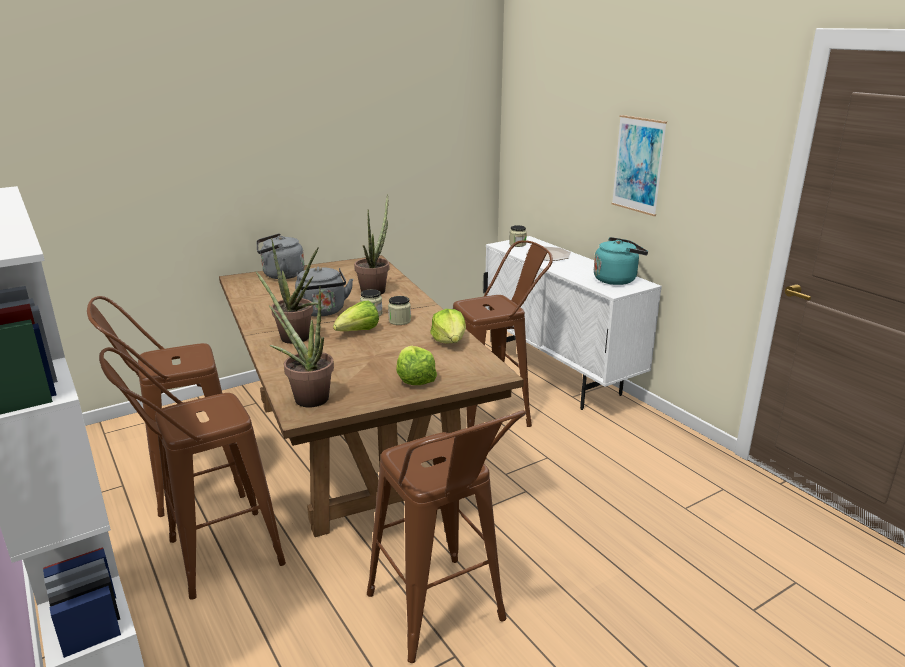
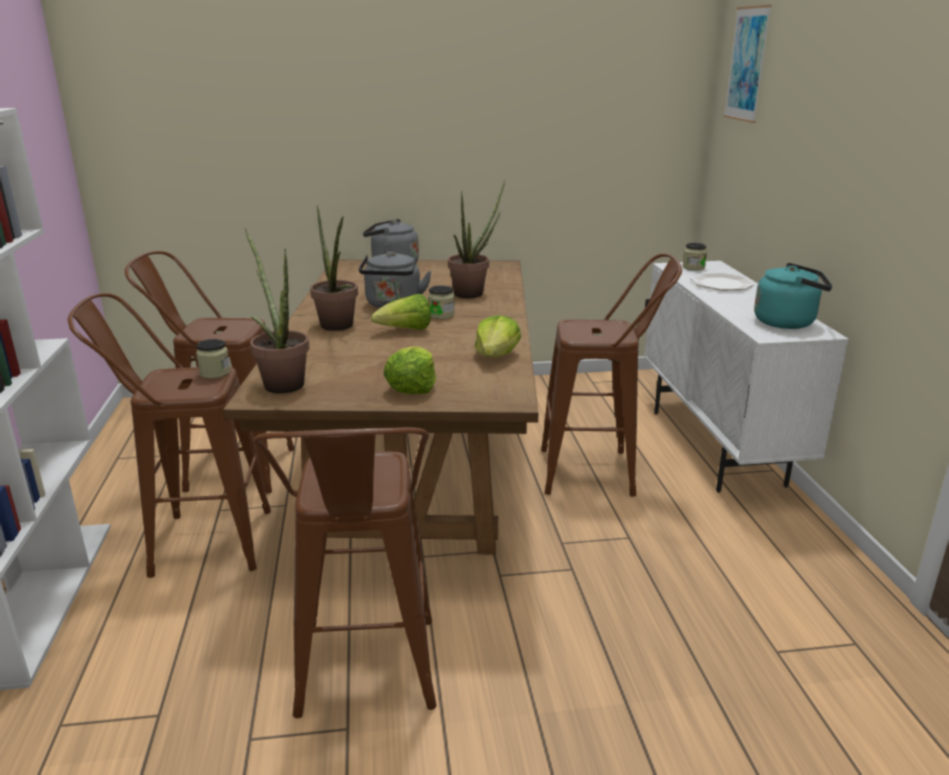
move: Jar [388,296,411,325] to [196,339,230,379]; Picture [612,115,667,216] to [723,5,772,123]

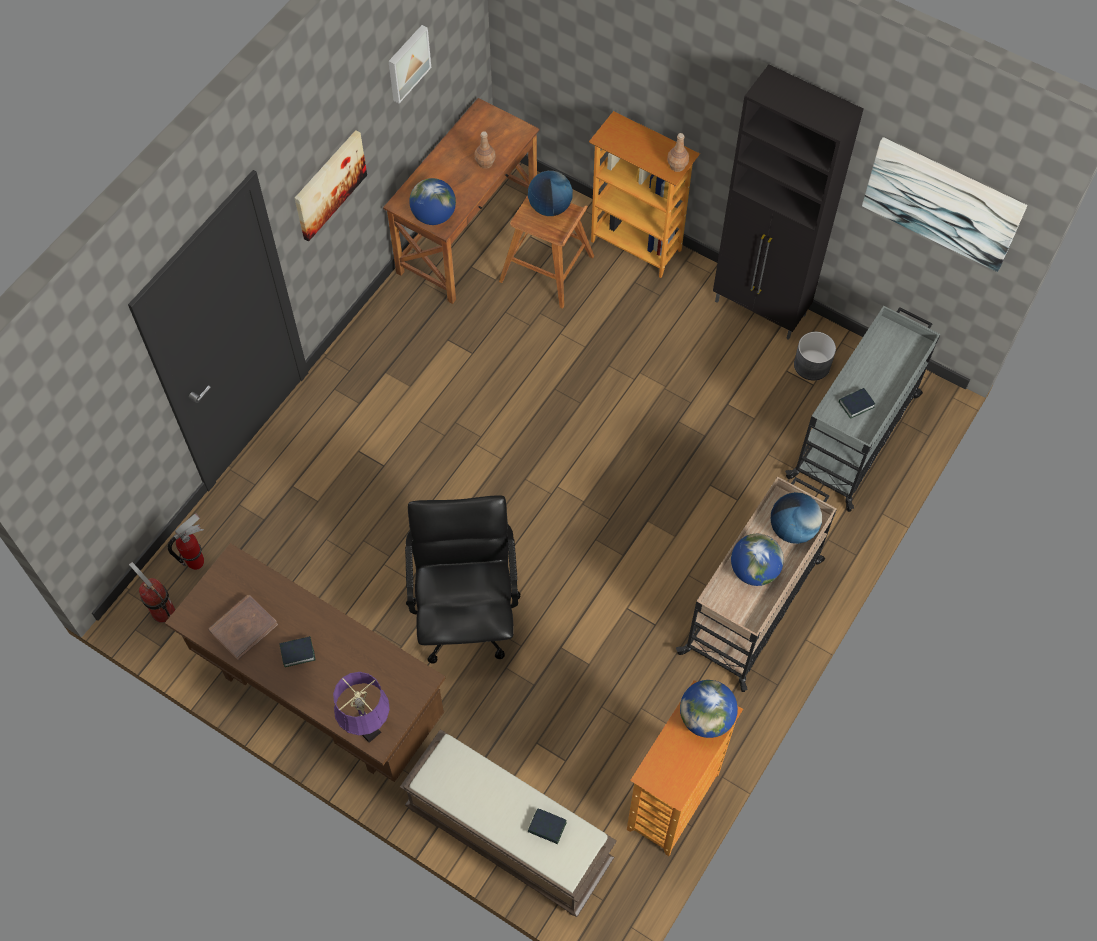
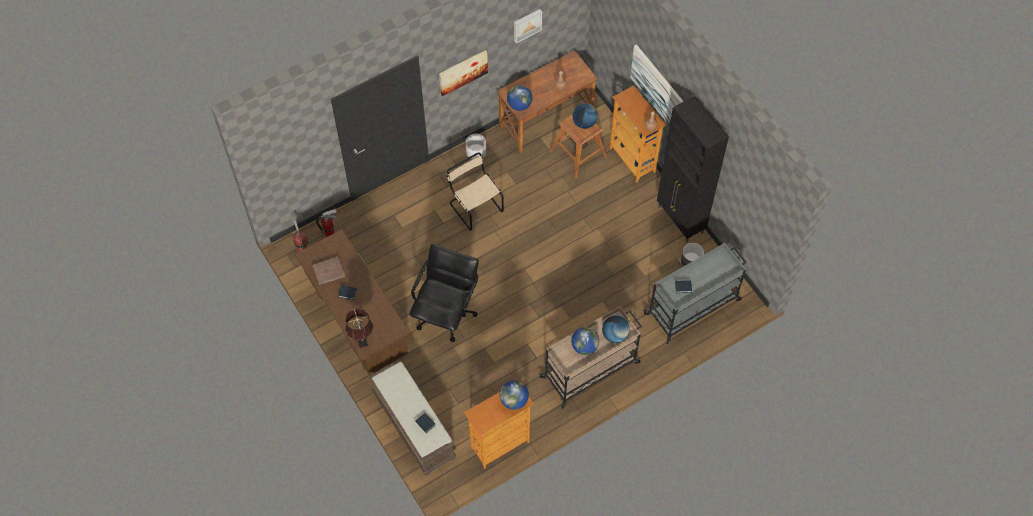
insert: BeigeChair [447,153,504,231]; WhitePlanter [465,133,486,160]
move: Picture [862,137,1027,272] to [630,44,684,126]
recolor: PurpleTableLamp [333,672,390,743] to BrownTableLamp [345,309,373,348]

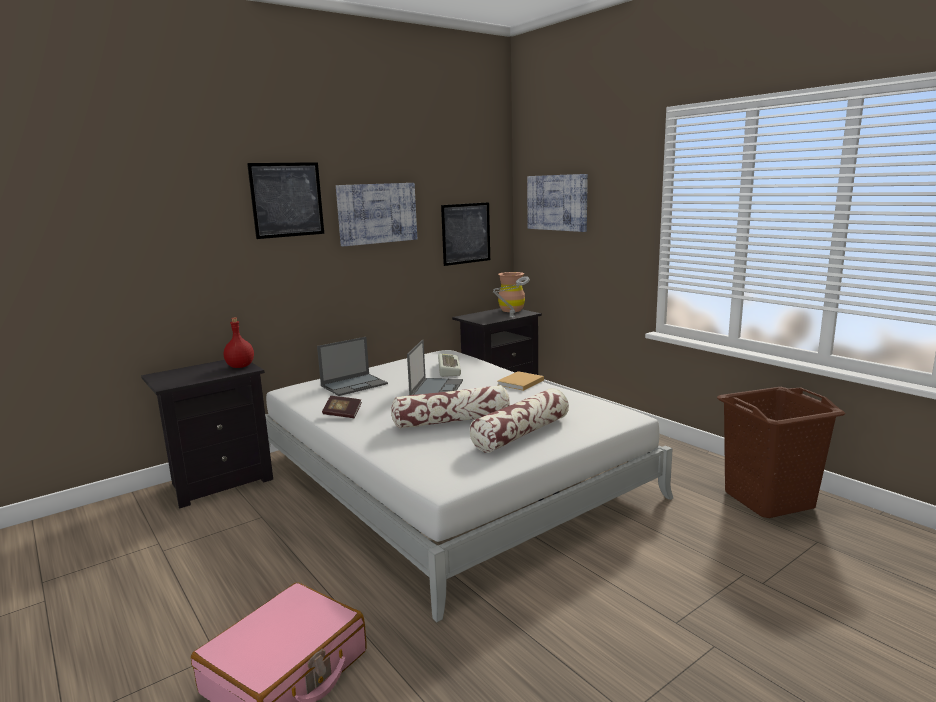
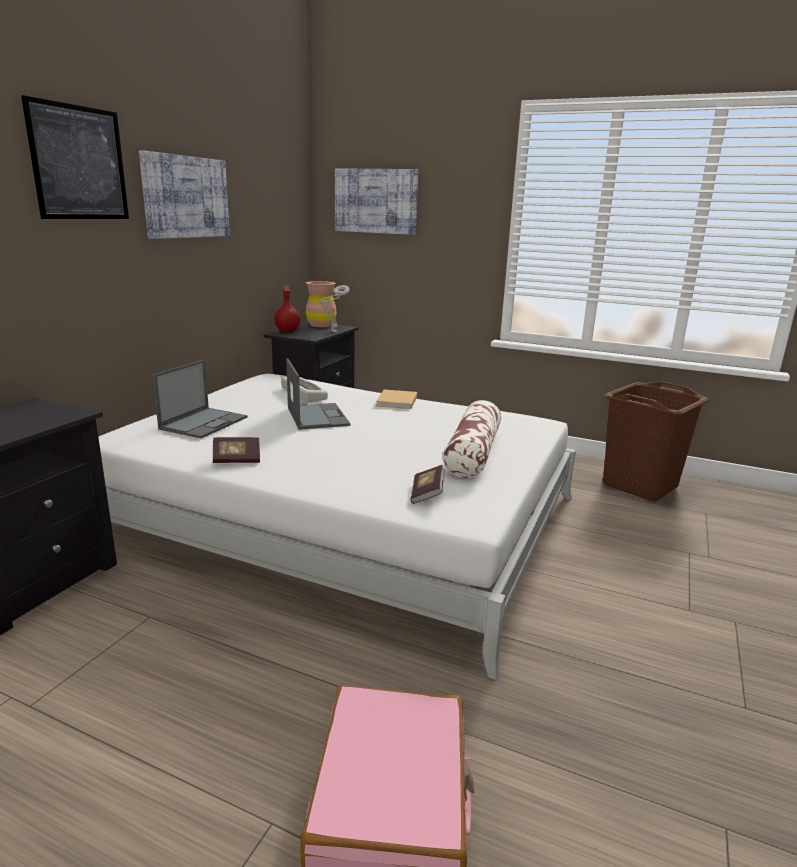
delete: Pillow [391,385,510,429]; Picture [441,202,490,266]
insert: Book [410,465,445,504]
move: RedBottle [224,317,254,368] to [274,286,300,332]

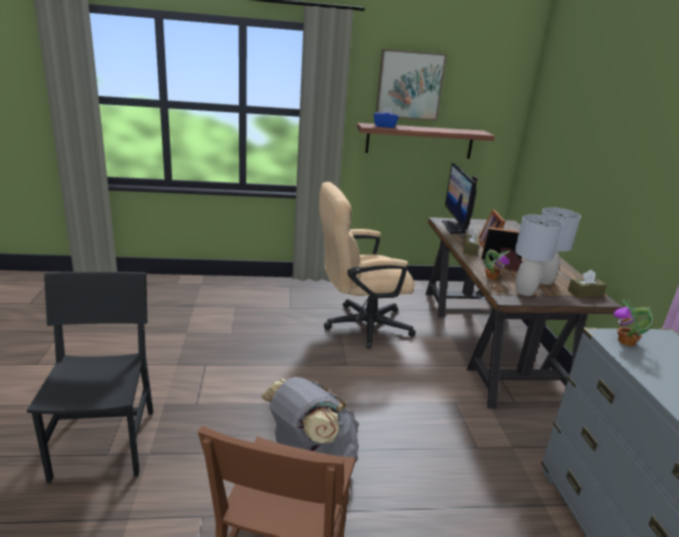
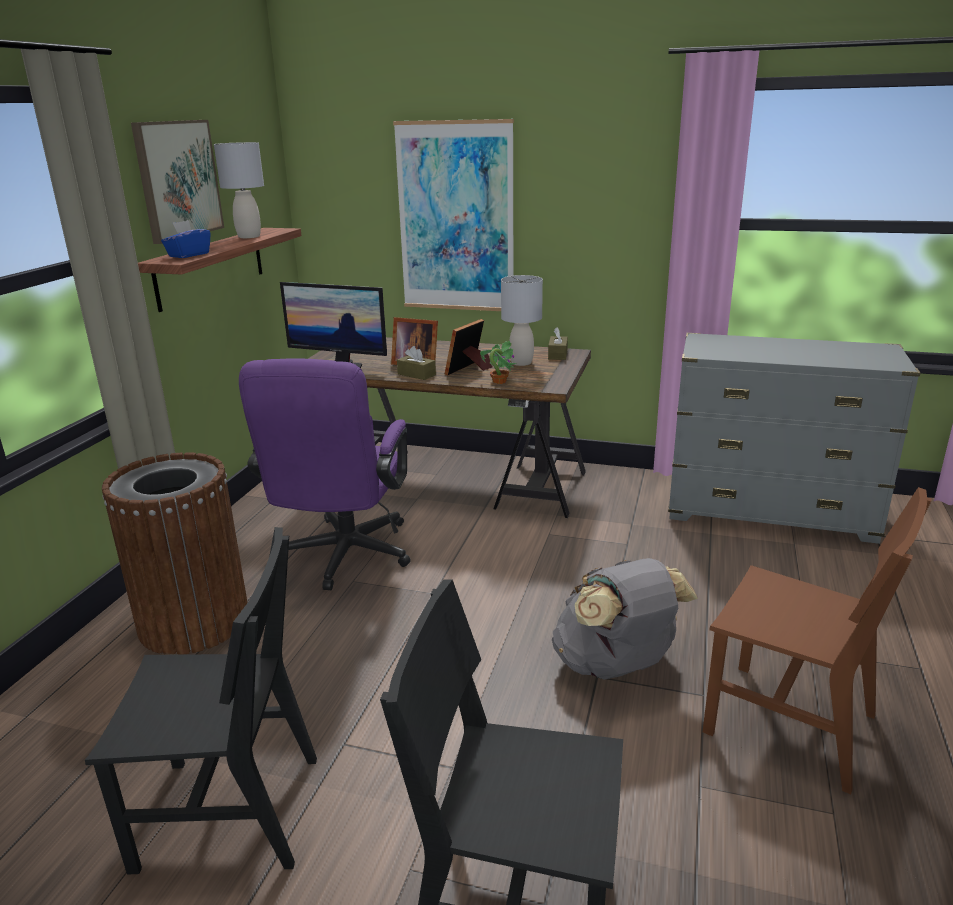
delete: PottedPlant [613,299,653,346]
insert: BlackChair [85,527,317,875]; BrownTrashCan [102,452,247,655]; Picture [393,119,514,311]
move: GreyTableLamp [515,215,563,296] to [214,142,264,238]
recolor: BeigeOfficeChair [319,182,416,349] to PurpleOfficeChair [239,358,411,590]

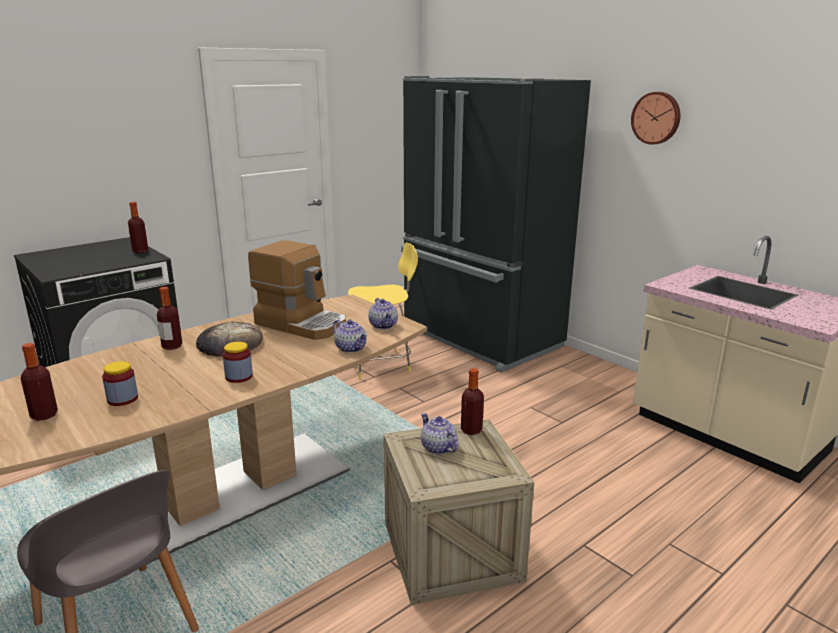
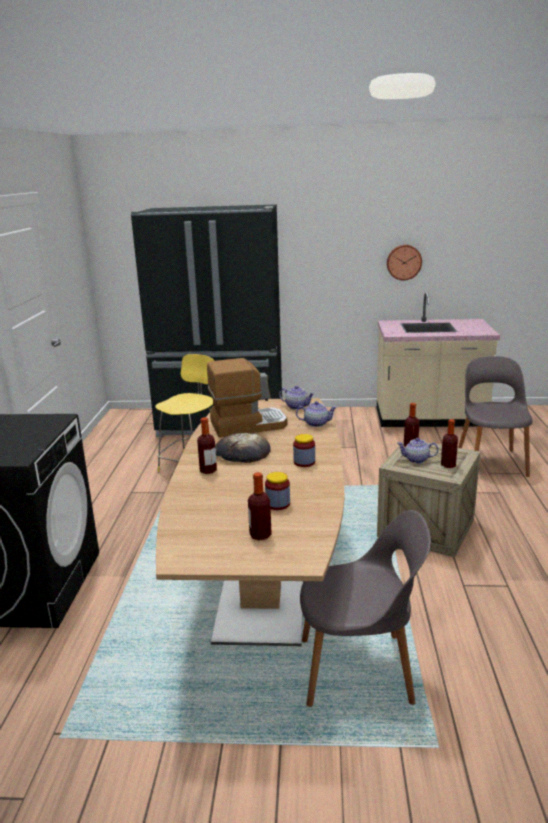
insert: GreyChair [458,356,533,477]
move: Bottle [128,202,148,253] to [441,419,458,468]; WallClock [631,92,680,145] to [387,245,422,280]

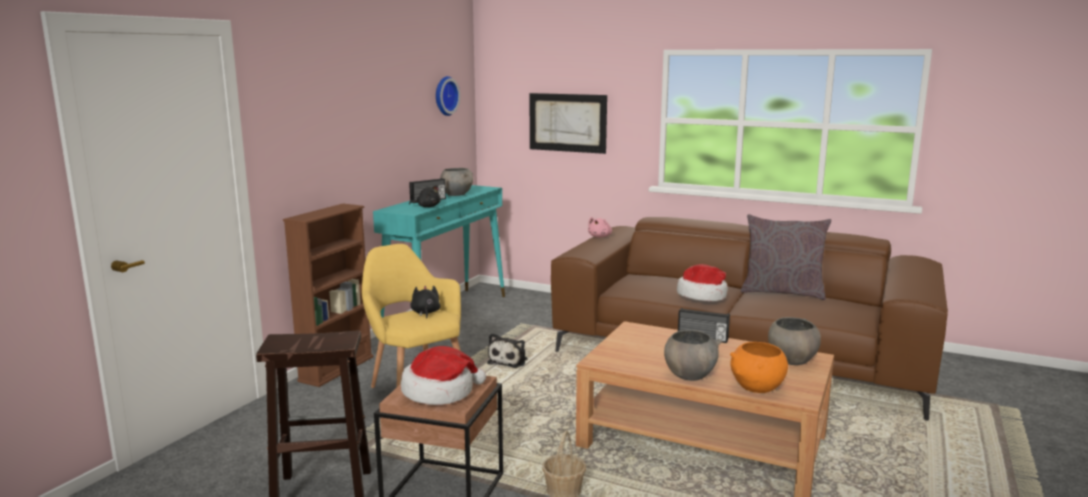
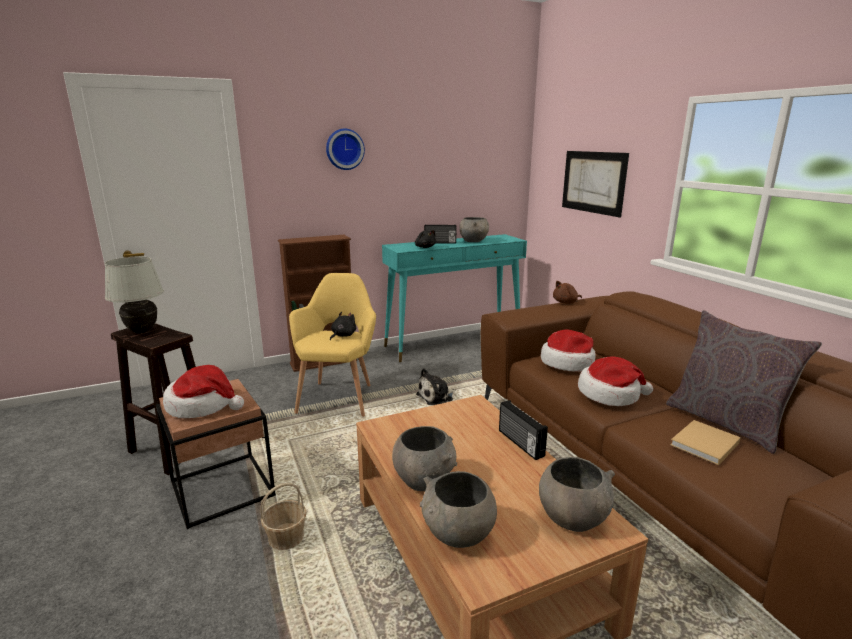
insert: WhiteTableLamp [105,256,164,333]; Hat [541,329,596,372]; BeigeBook [670,420,741,465]
move: WallClock [436,76,460,116] to [326,128,365,170]
recolor: PinkPlushToy [588,217,612,238] to BrownPlushToy [553,281,582,304]; OrangeBowl [730,342,788,393] to GreyBowl [420,471,497,548]

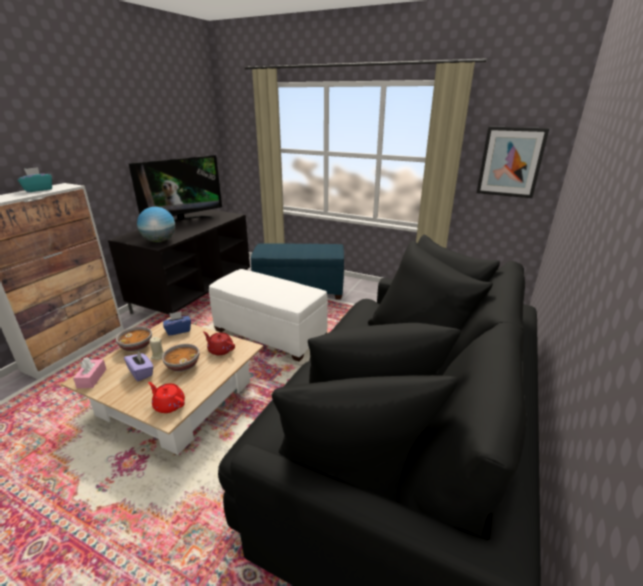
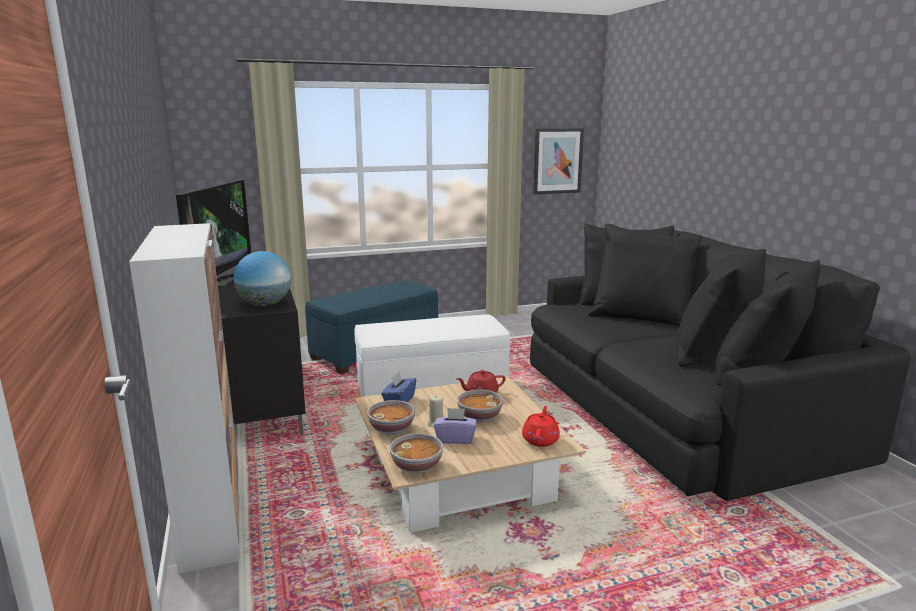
delete: TurquoiseTissueBox [17,167,52,192]
replace: PinkTissueBox [73,357,106,388] to Bowl [390,433,443,474]
rotate: RedTeapot [148,382,185,413] = [522,406,560,447] 120 degrees clockwise

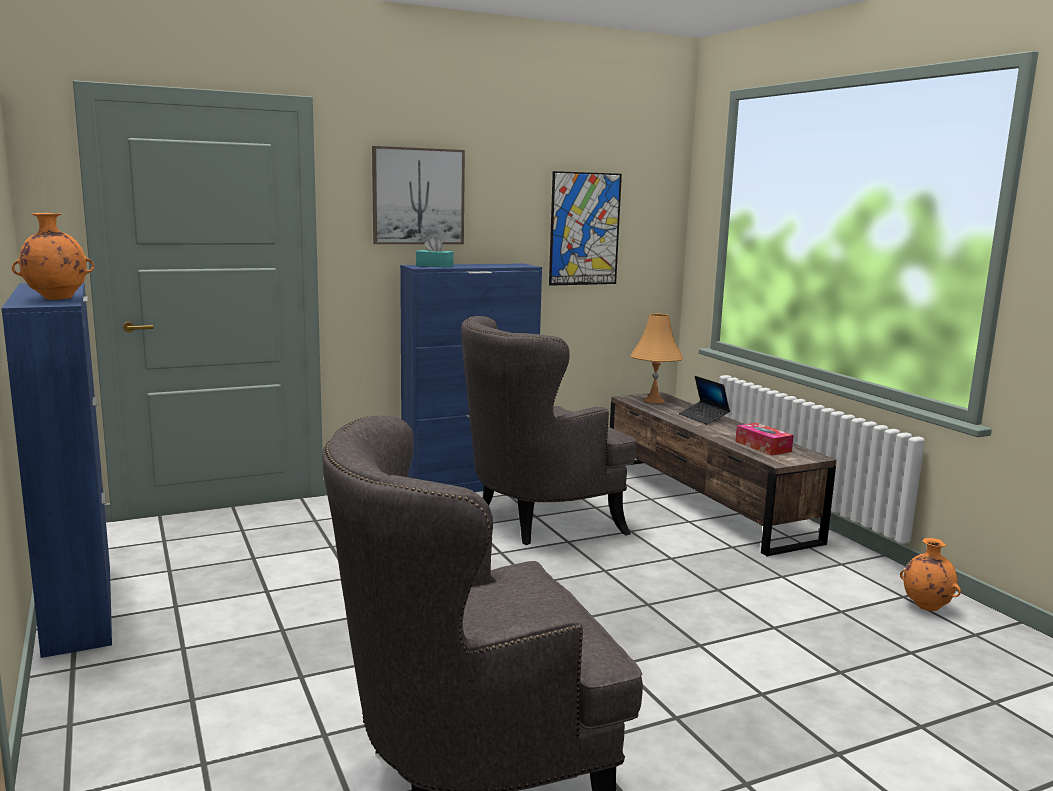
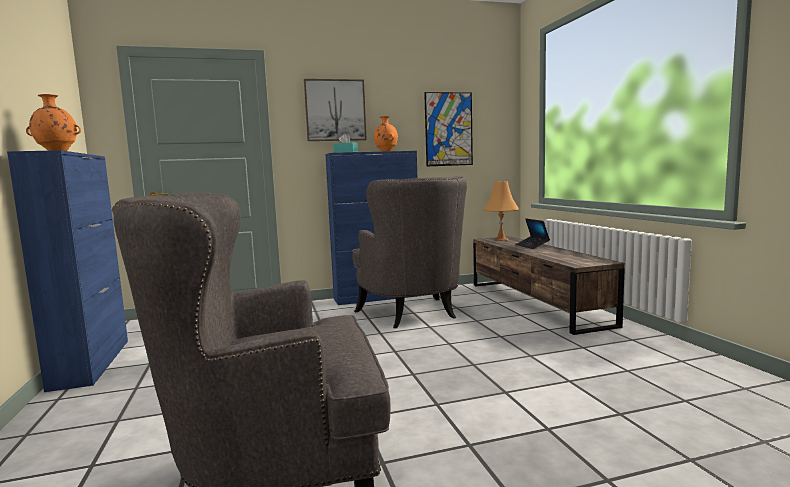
delete: TissueBox [735,423,794,456]
move: OrangeVase [900,538,961,611] to [374,116,398,152]
rotate: GreyArmchair [461,316,636,545] = [353,176,467,328] 90 degrees counterclockwise

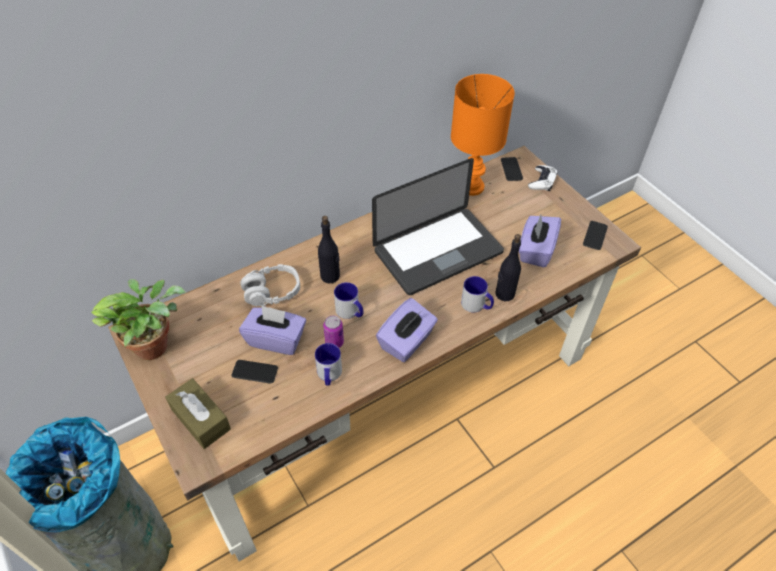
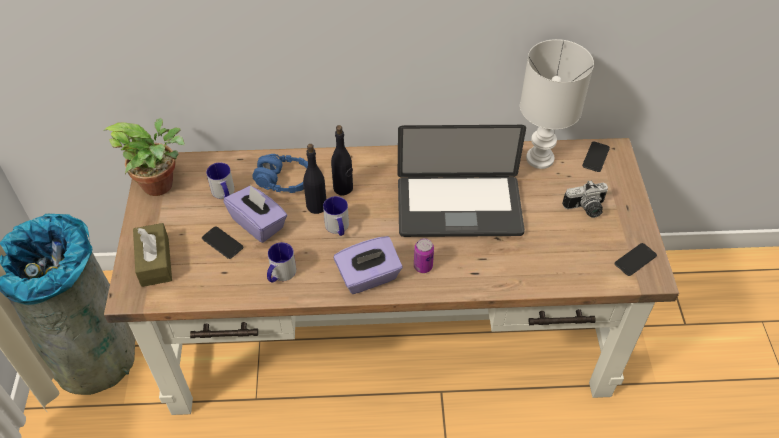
delete: PurpleTissueBox [519,215,561,267]; WhiteGameController [528,165,558,191]
insert: PhotoCamera [562,180,608,218]
move: Can [323,315,344,348] to [414,238,434,273]; Mug [461,276,494,312] to [206,162,235,199]; BlackBottle [495,234,521,301] to [303,144,326,214]
recolor: GreyHeadphones [240,264,300,306] to BlueHeadphones [252,154,308,193]; OrangeTableLamp [451,74,515,196] to WhiteTableLamp [520,39,594,169]

